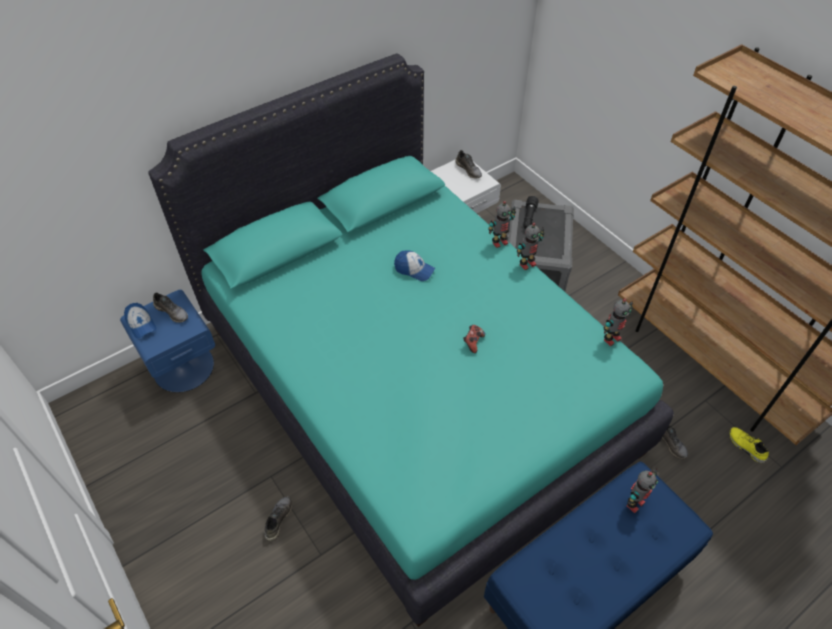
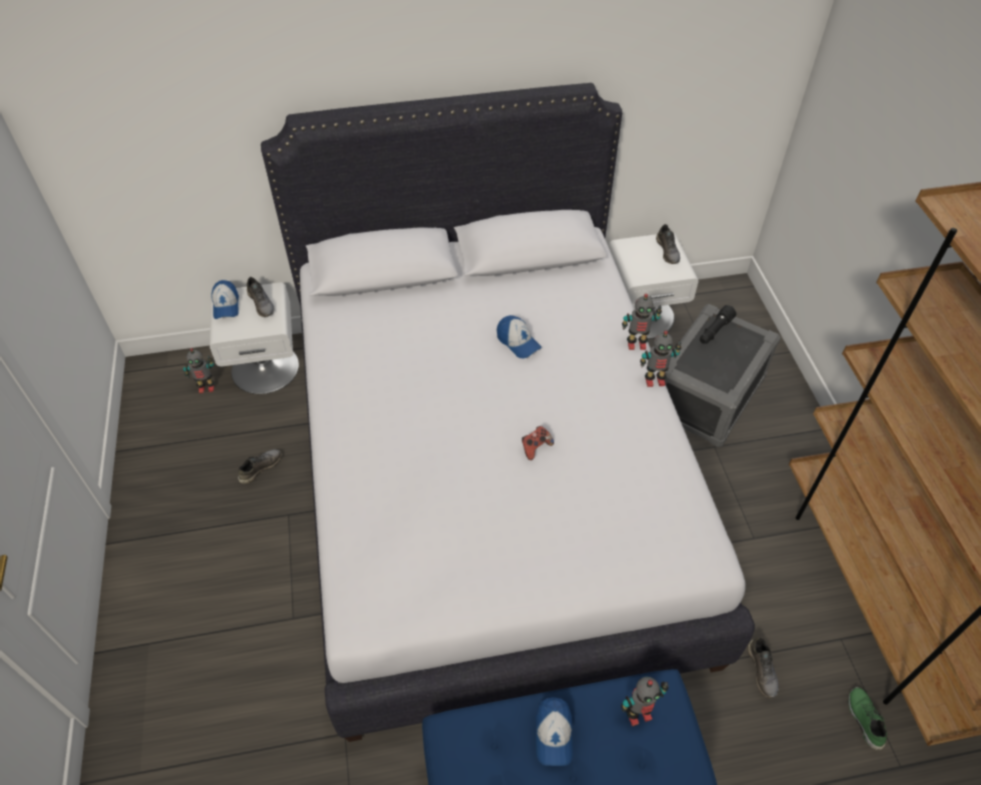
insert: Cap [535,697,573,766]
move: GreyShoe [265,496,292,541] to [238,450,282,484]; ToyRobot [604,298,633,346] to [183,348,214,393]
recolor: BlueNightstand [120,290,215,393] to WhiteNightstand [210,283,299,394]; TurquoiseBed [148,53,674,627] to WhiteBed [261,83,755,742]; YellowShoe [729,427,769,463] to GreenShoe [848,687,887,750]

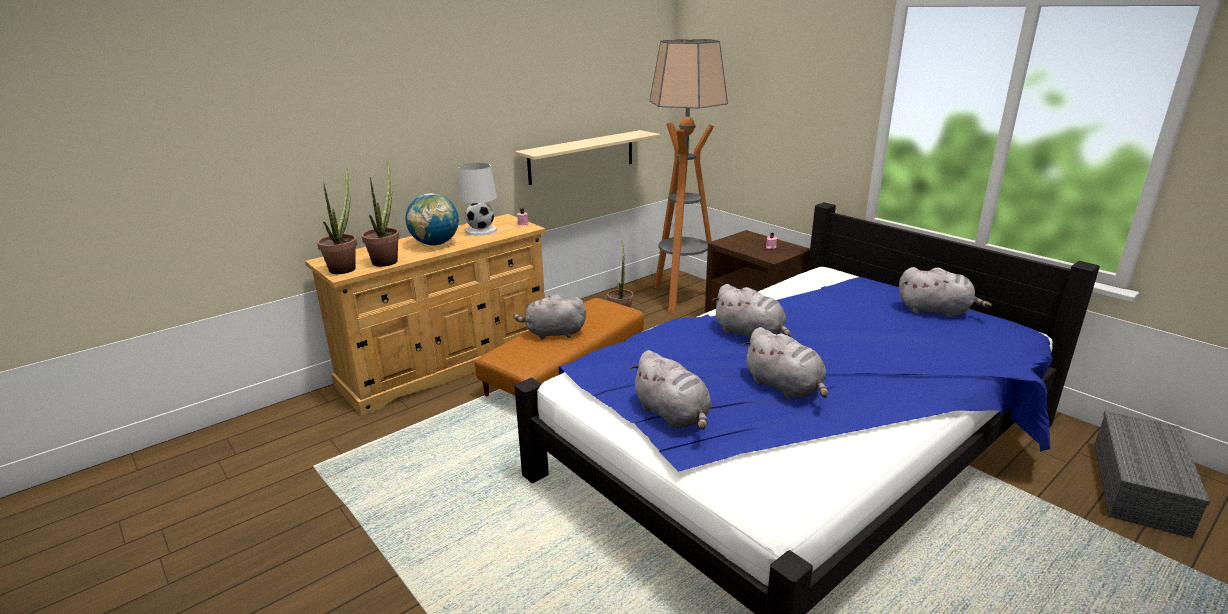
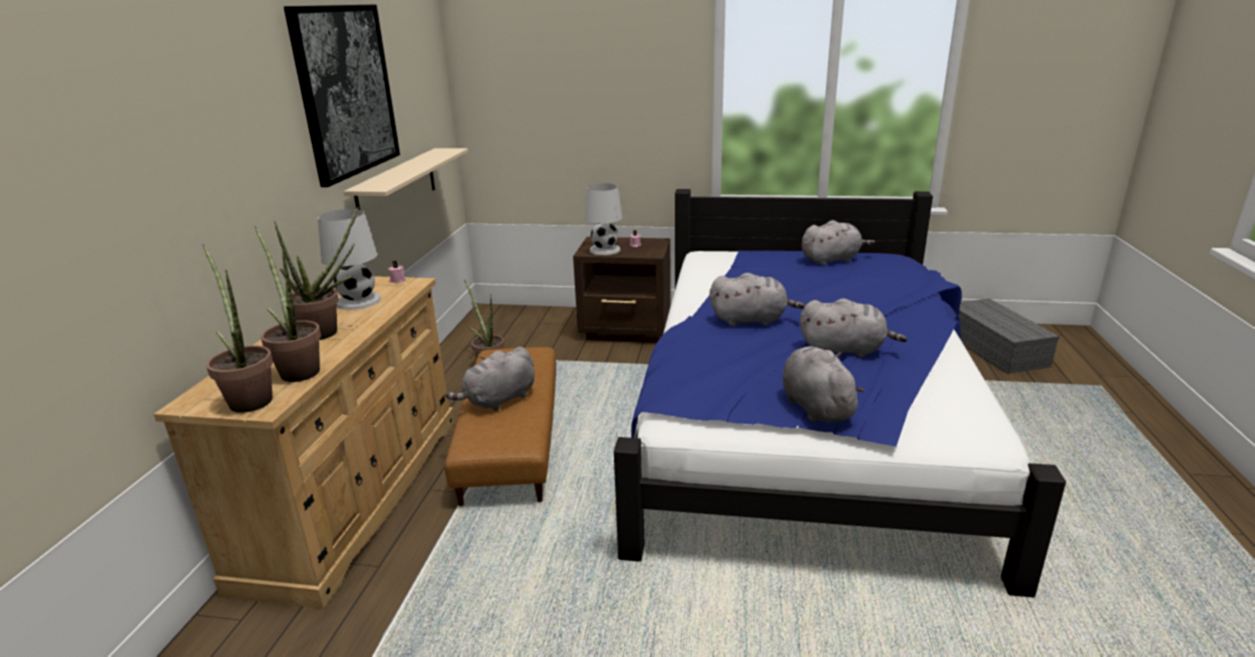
delete: FloorLamp [649,39,728,314]
insert: Picture [284,5,400,187]; WhiteTableLamp [585,184,622,255]
replace: Globe [406,193,459,246] to PottedPlant [274,207,359,340]
rotate: GreyPlushToy [630,350,712,430] = [782,346,865,423] 120 degrees counterclockwise

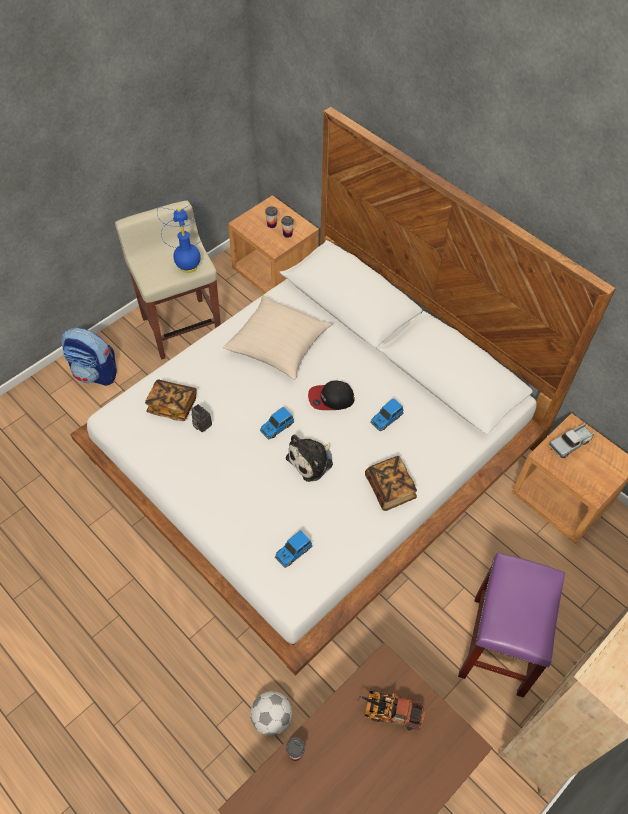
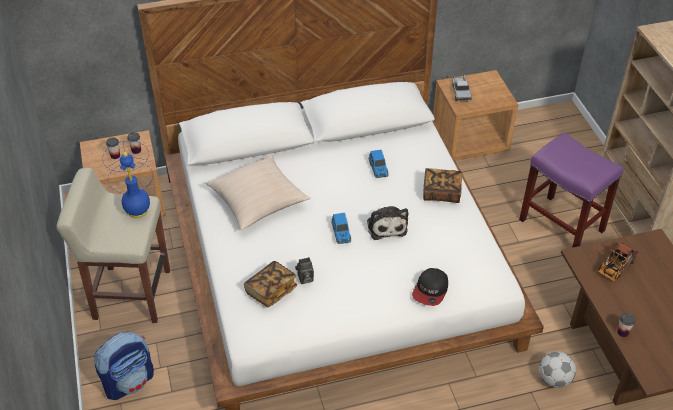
delete: ToyCar [275,530,313,568]
move: Cap [308,381,354,410] to [412,268,448,306]

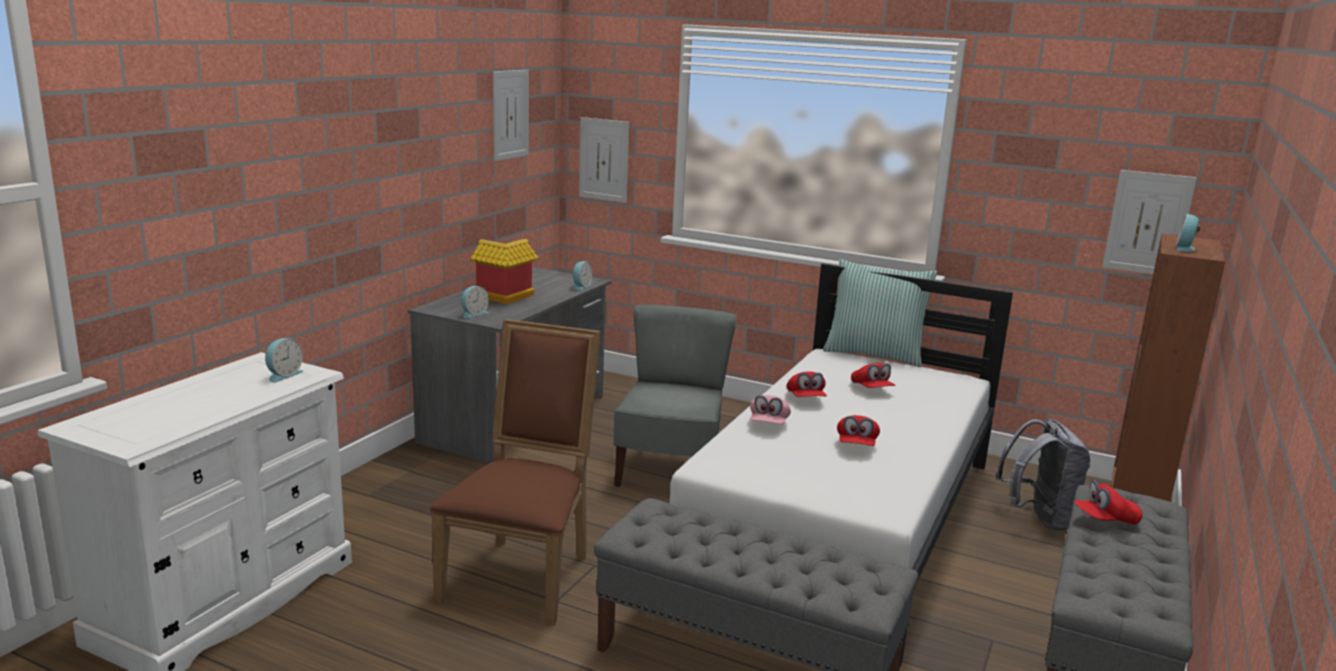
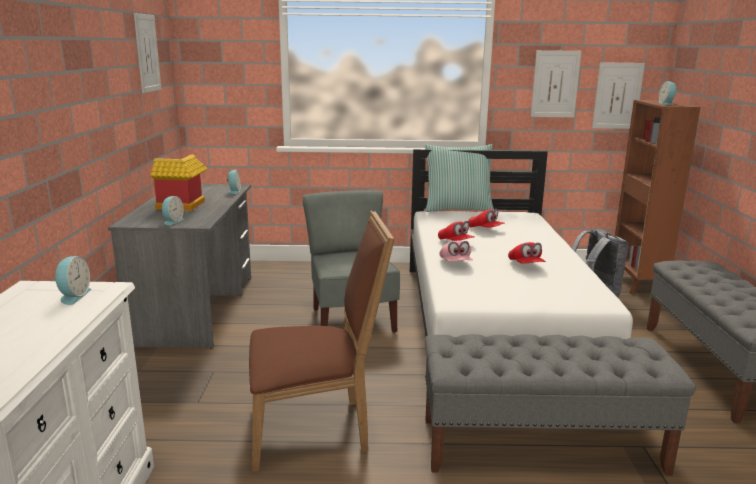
delete: RedCap [1073,480,1142,525]
move: Picture [579,117,629,203] to [531,50,582,118]
rotate: BrownChair [430,319,601,626] = [249,211,395,472] 90 degrees clockwise

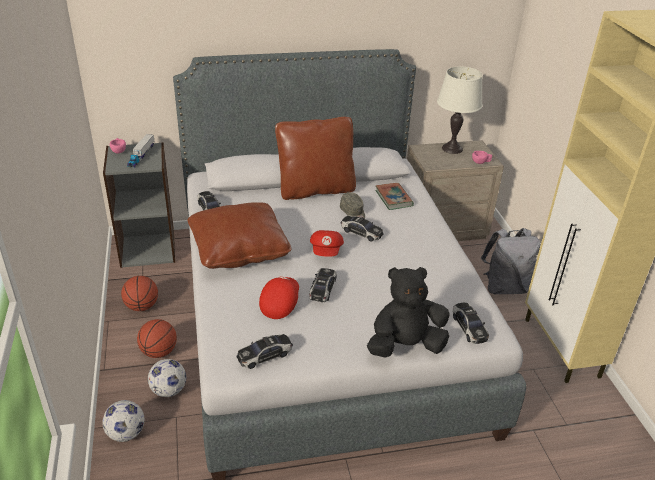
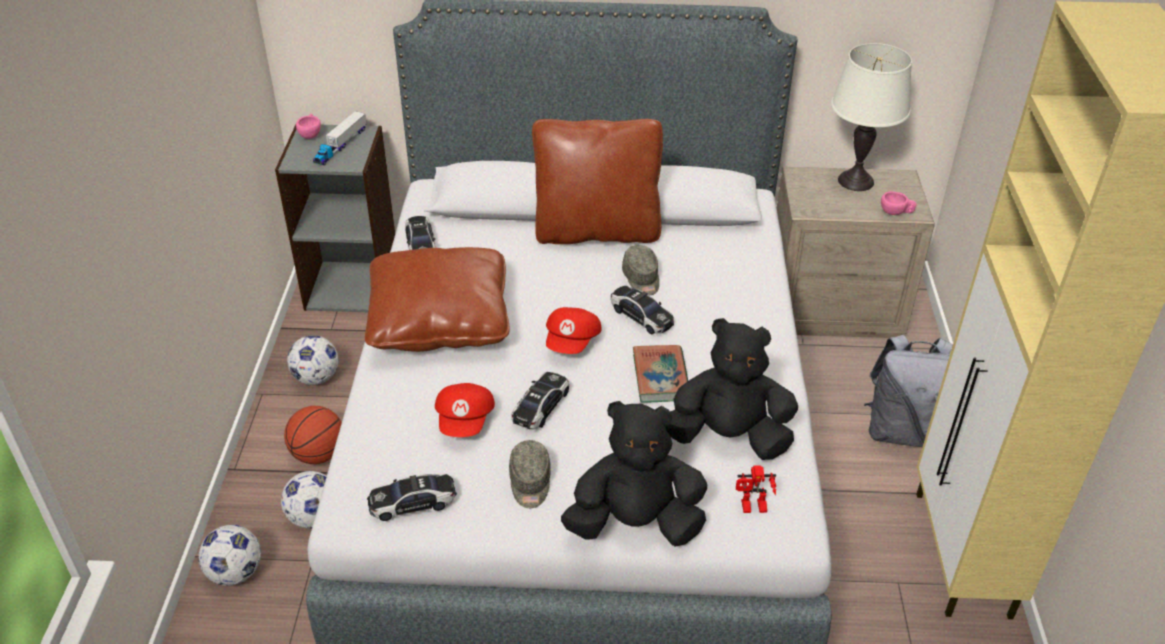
insert: GreyCap [509,440,551,508]; BlackPlushToy [666,318,798,460]
move: Book [375,183,414,210] to [633,345,688,403]
replace: Basketball [121,276,158,311] to Football [287,335,338,385]; ToyCar [453,303,489,344] to ToyRobot [736,465,776,513]
rotate: RedCap [259,276,299,319] = [435,383,495,437] 150 degrees clockwise

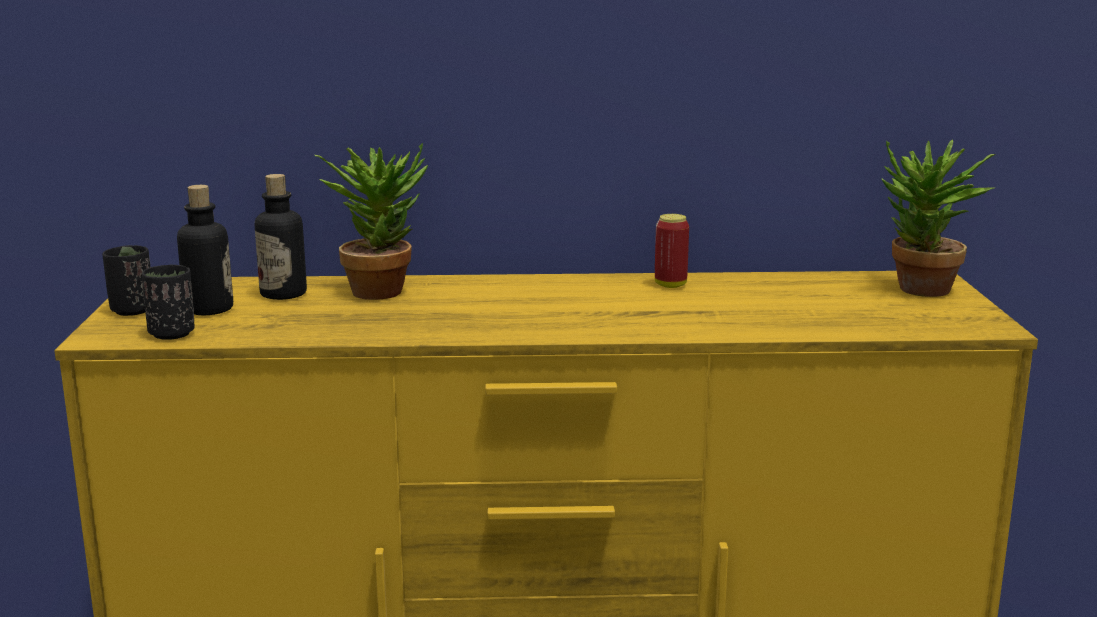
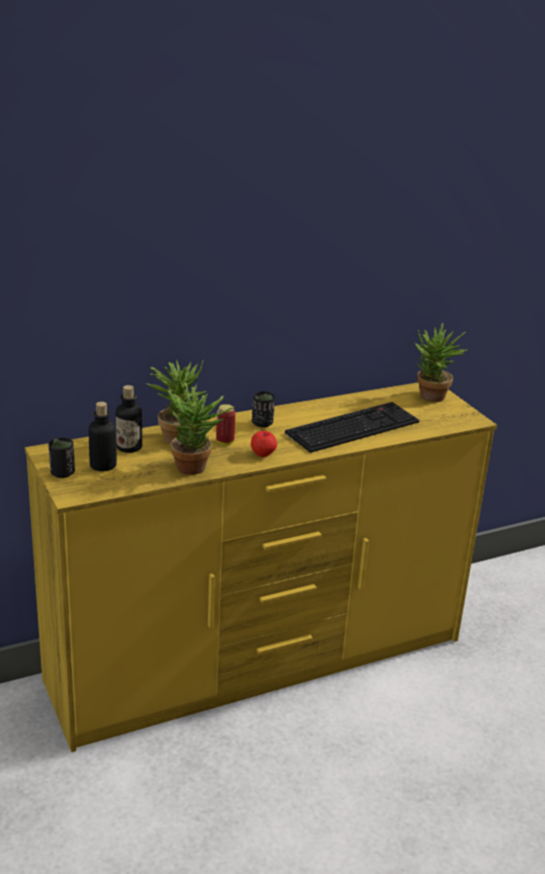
insert: PottedPlant [168,382,235,475]; Apple [251,431,277,457]; Keyboard [285,402,419,453]
move: BlackCup [142,264,195,340] to [252,391,275,428]; Can [655,214,689,288] to [216,404,236,445]

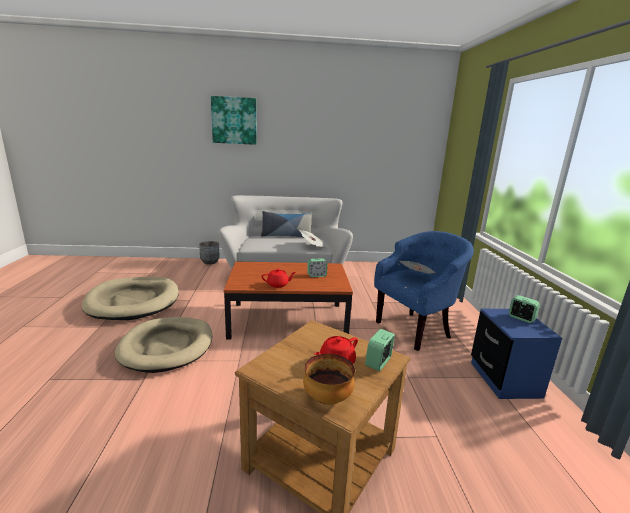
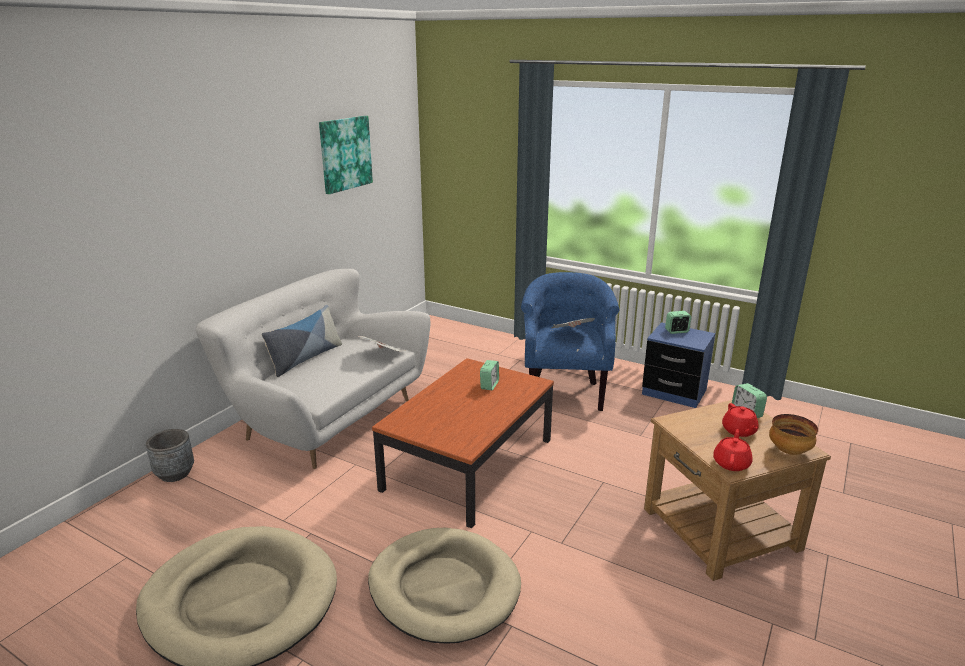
move: Picture [211,96,257,145] to [319,116,373,194]; RedTeapot [261,269,296,288] to [713,429,753,471]

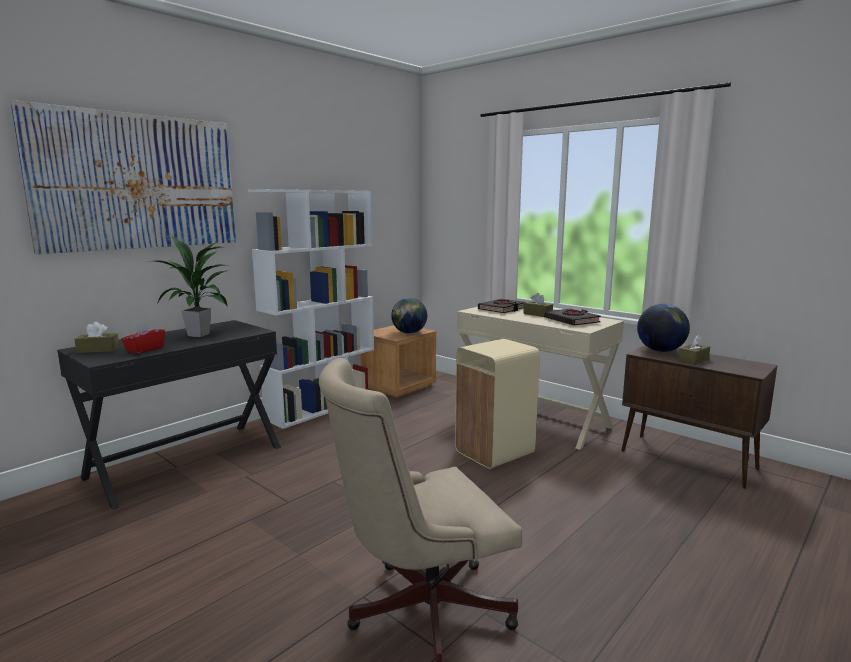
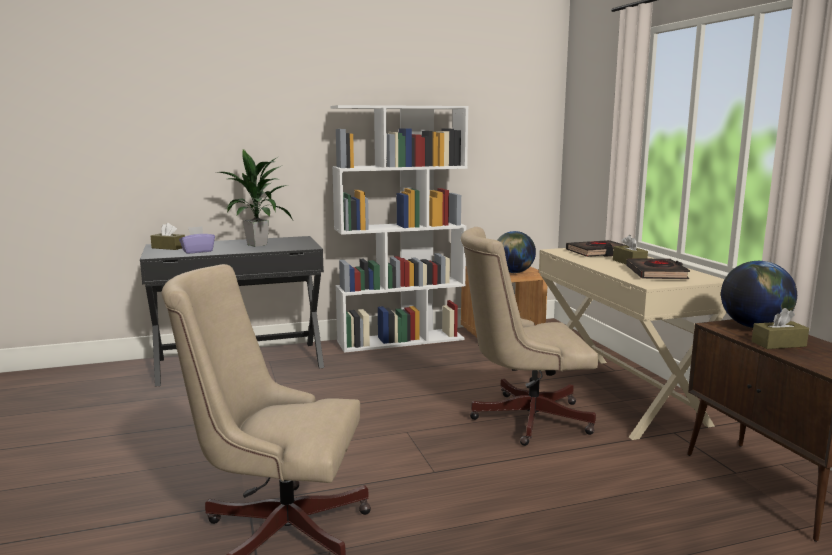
delete: Picture [10,100,236,254]
replace: BeigeTrashCan [455,339,540,469] to BeigeOfficeChair [461,227,598,446]
recolor: RedTissueBox [121,322,165,354] to PurpleTissueBox [179,226,215,254]

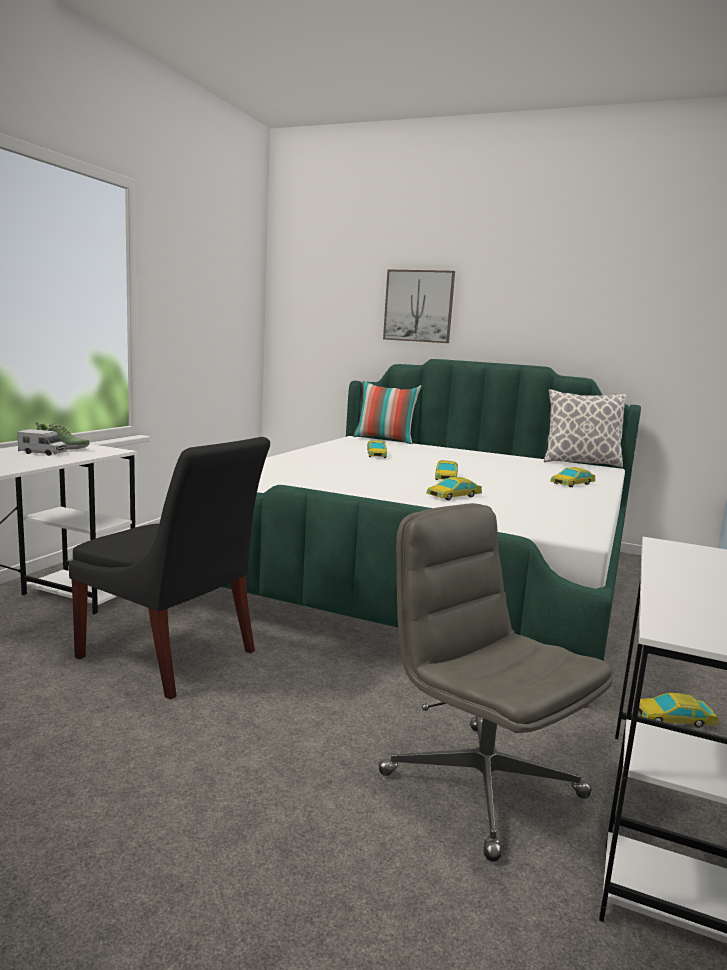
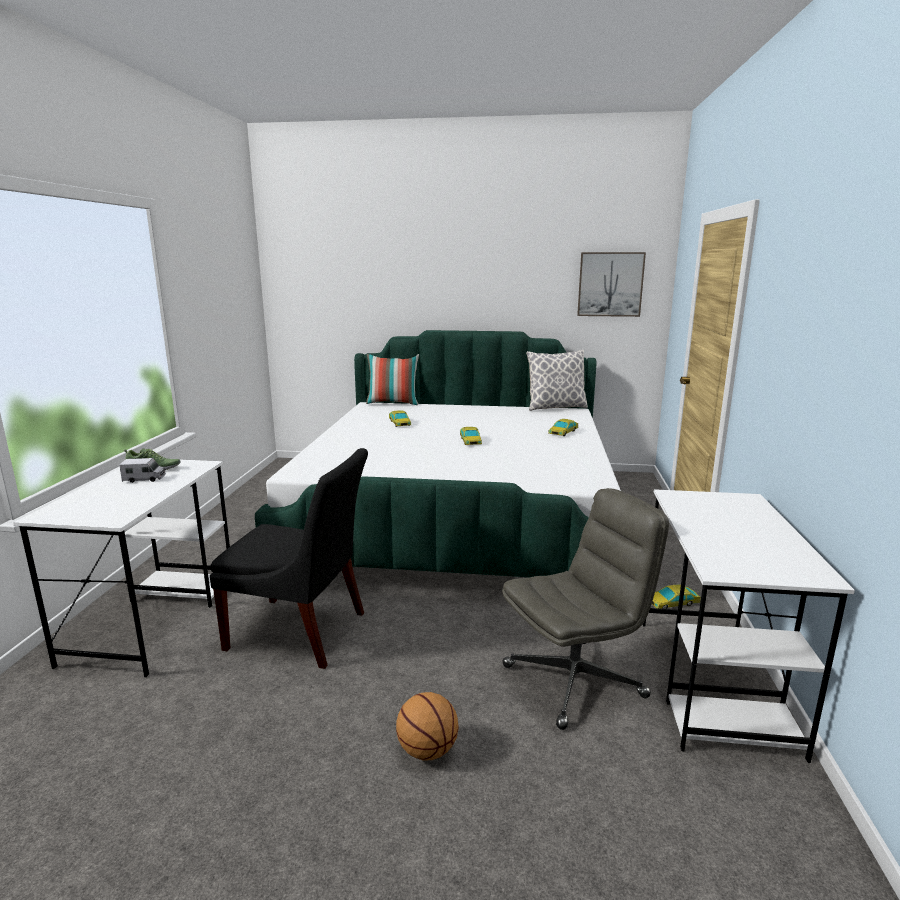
delete: ToyCar [427,477,482,500]
insert: Basketball [396,692,459,761]
move: Picture [383,269,455,343] to [577,252,646,317]
rotate: GreyOfficeChair [378,503,612,862] = [502,488,669,730] 120 degrees clockwise

